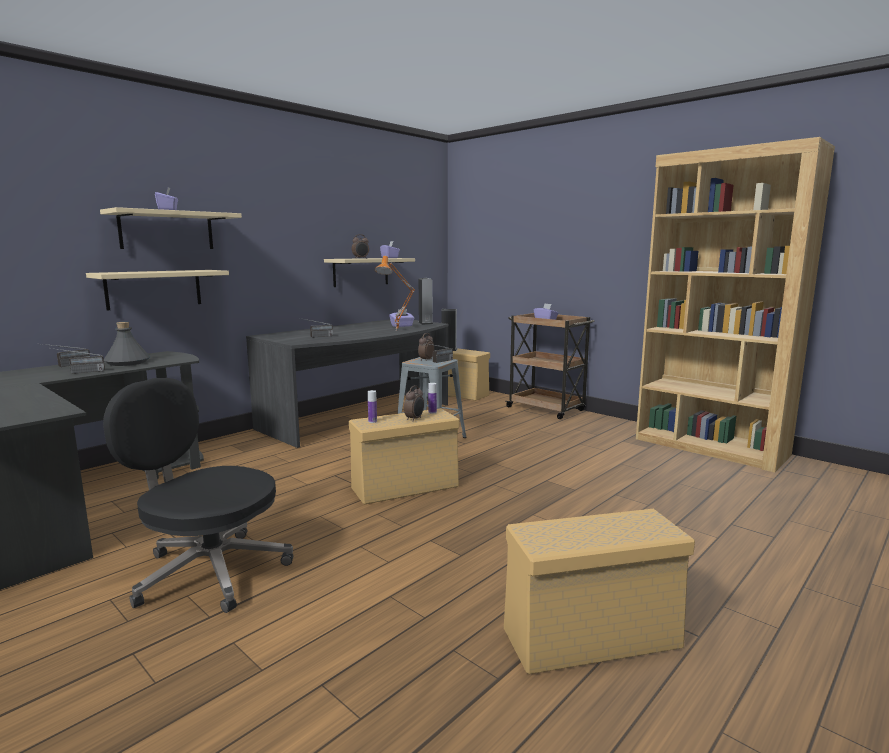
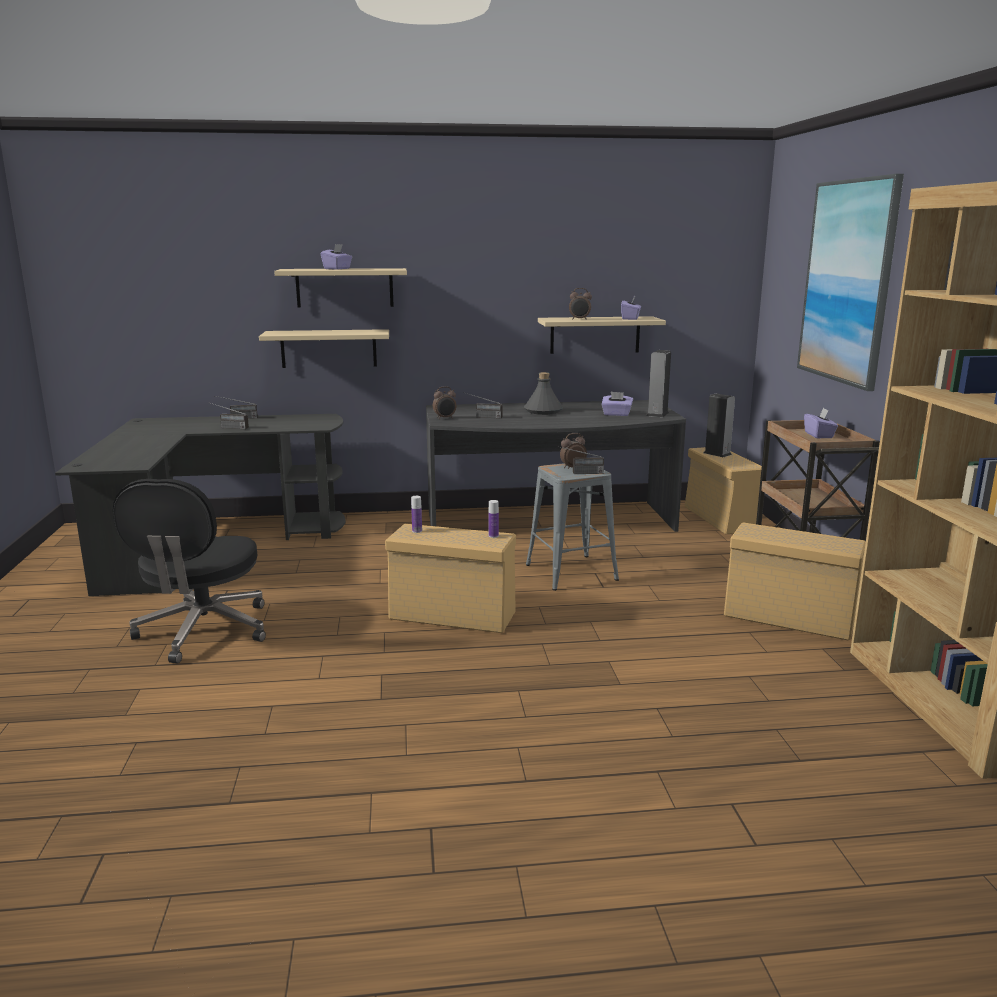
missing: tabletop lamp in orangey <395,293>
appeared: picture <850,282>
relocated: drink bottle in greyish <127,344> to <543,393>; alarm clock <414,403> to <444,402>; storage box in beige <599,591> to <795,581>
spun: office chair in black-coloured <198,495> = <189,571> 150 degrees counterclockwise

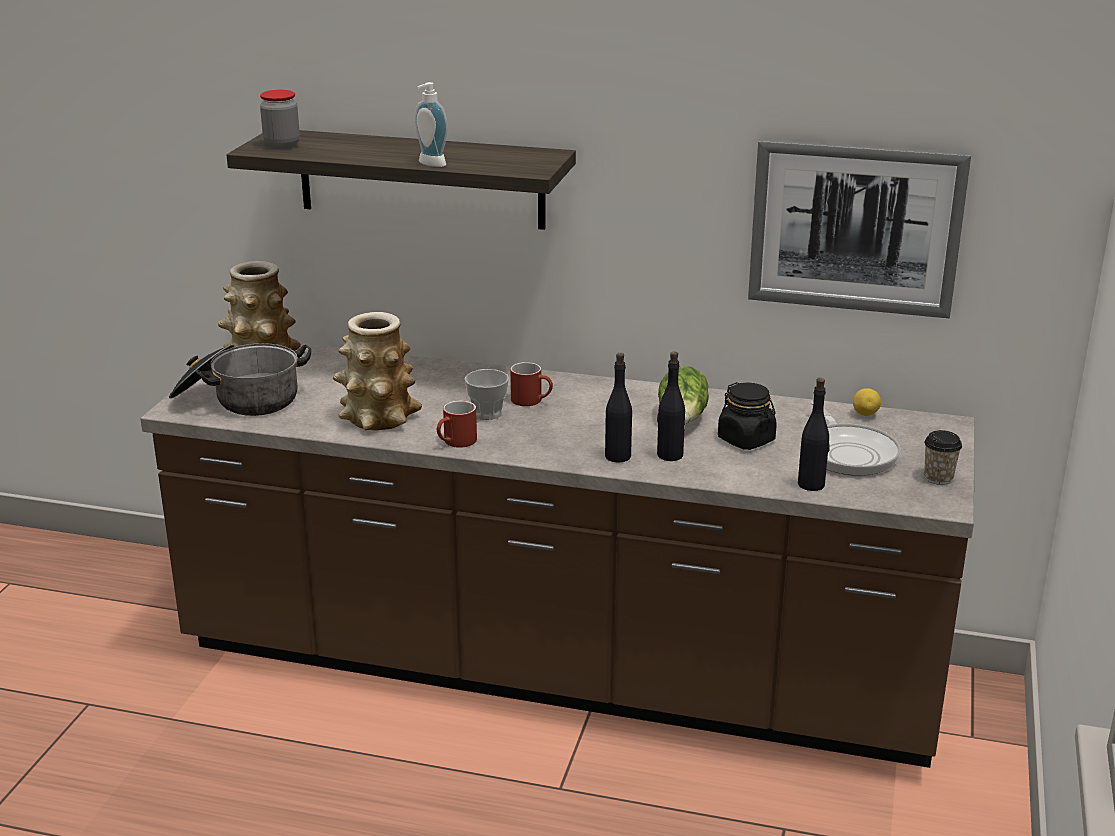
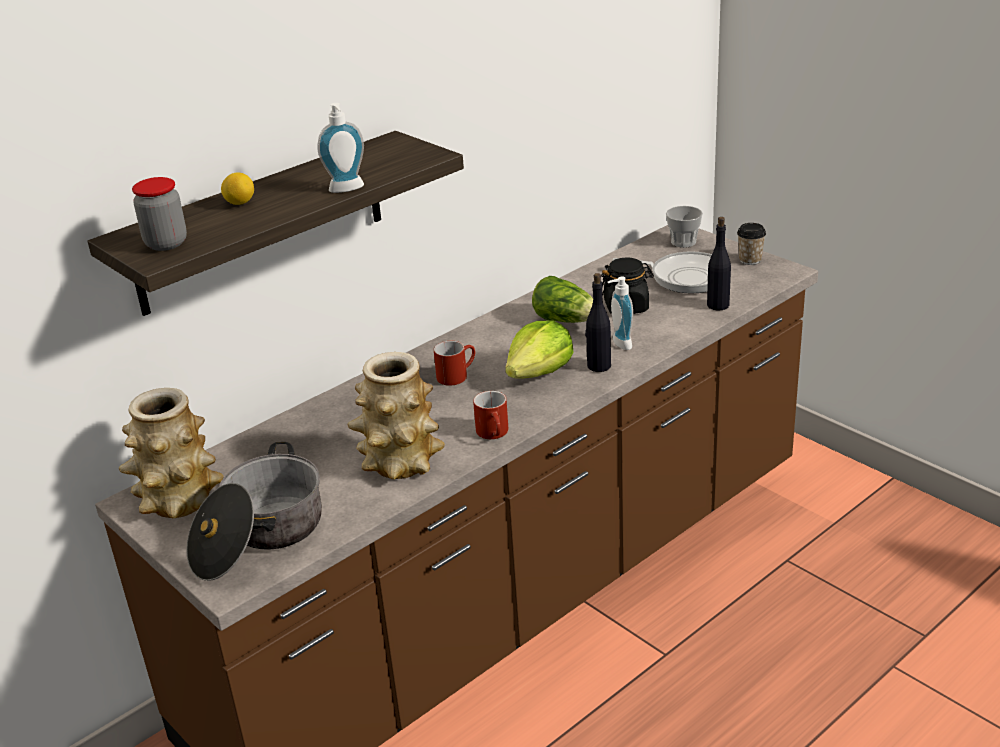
missing: picture <859,228>
appeared: lettuce <539,349>
relocated: drinking cup <487,394> to <684,227>; lemon <867,402> to <237,188>
exchanged: drink bottle in black-coloured <671,406> to soap dispenser <620,313>

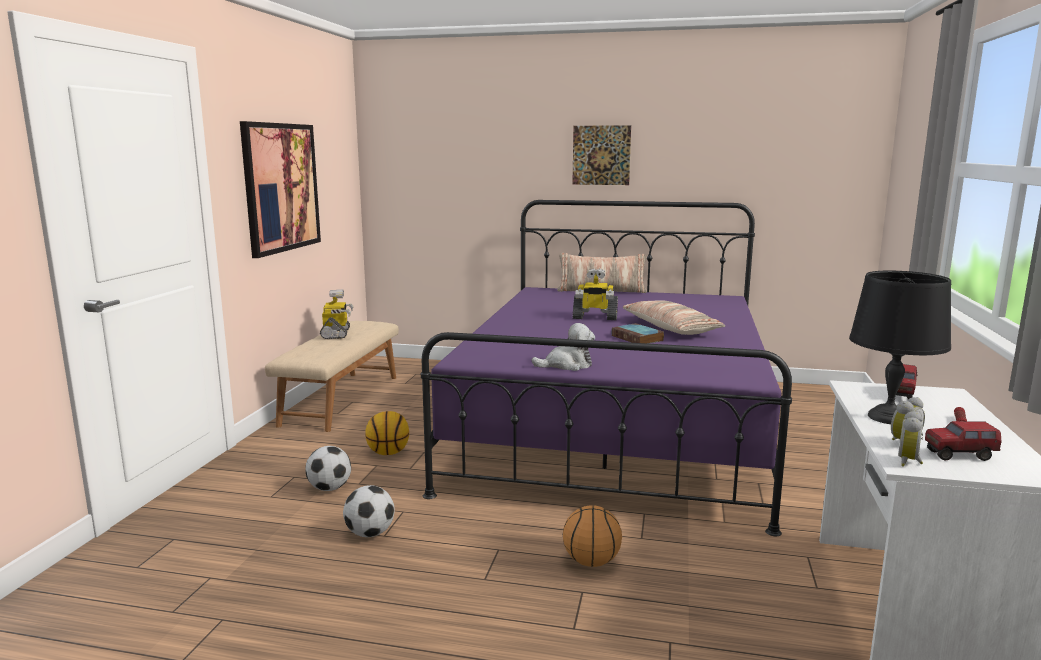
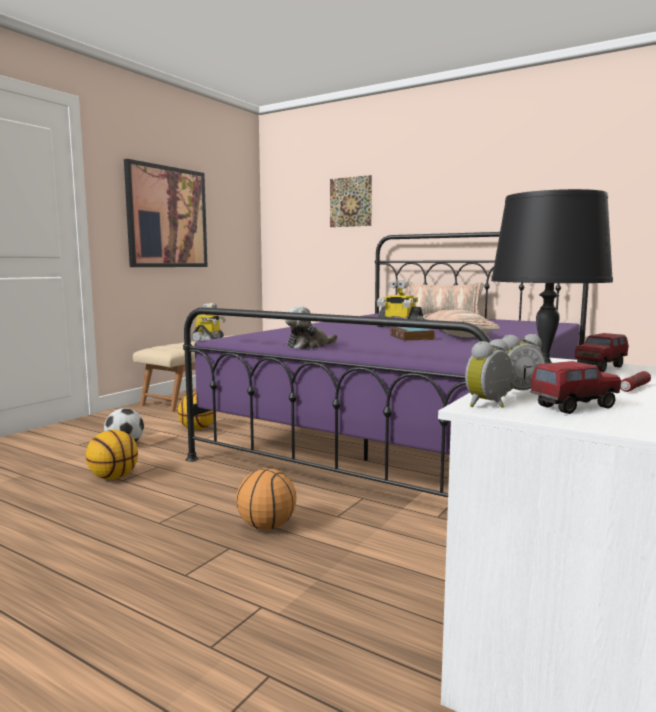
relocated: picture <601,155> to <351,201>
exchanged: football ball <369,511> to basketball <112,454>
spun: cuddly toy <563,347> = <311,327> 135 degrees clockwise; toy lorry <963,441> = <576,387> 135 degrees clockwise

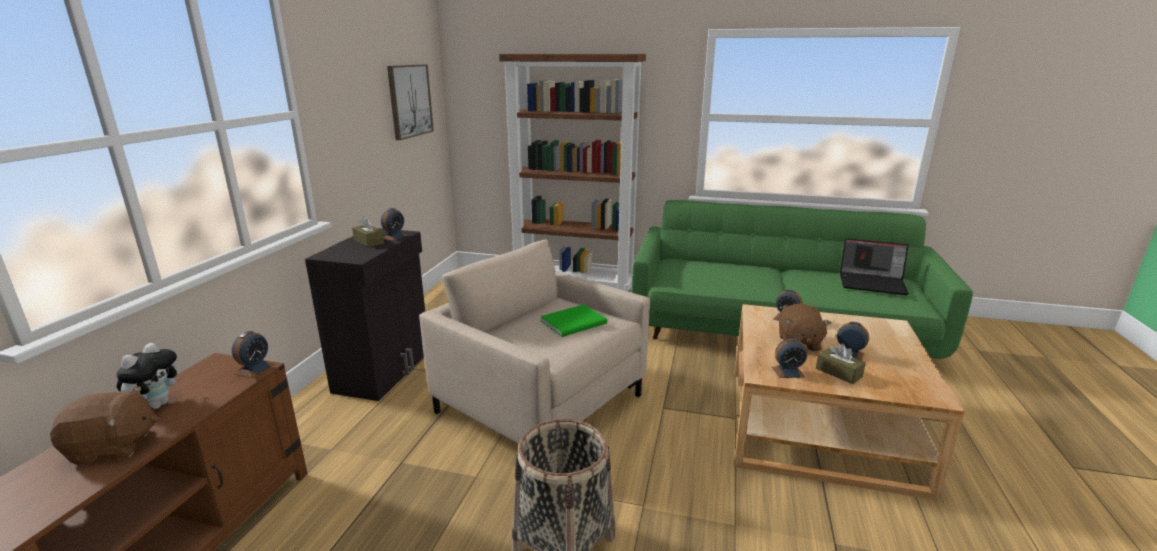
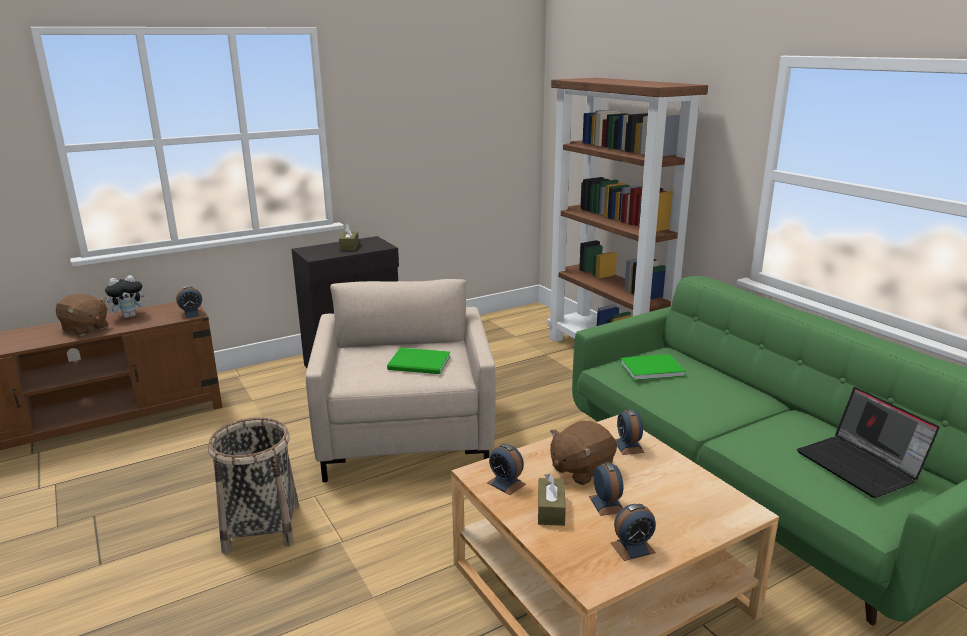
missing: picture <410,102>
appeared: bound book in green-coloured <653,367>
relocated: alarm clock <394,224> to <633,532>

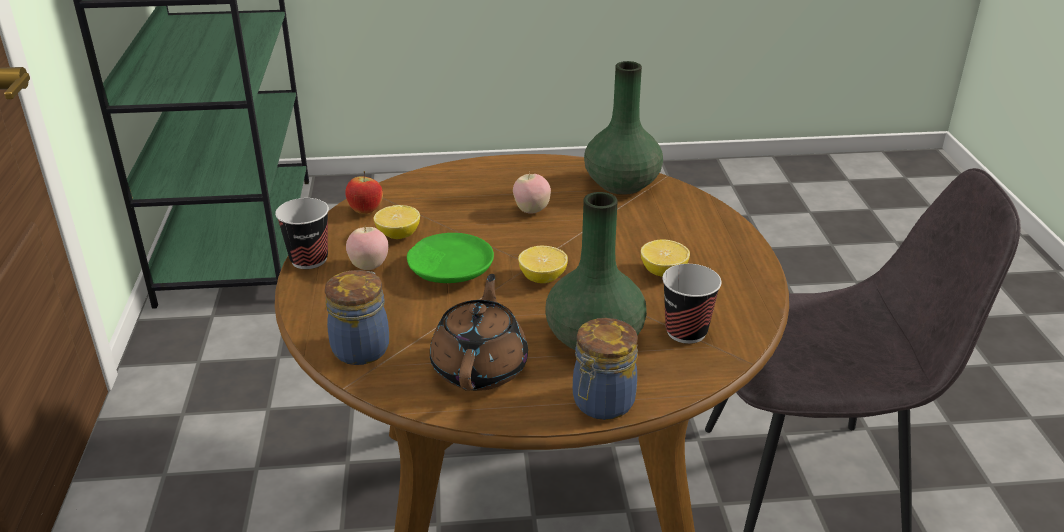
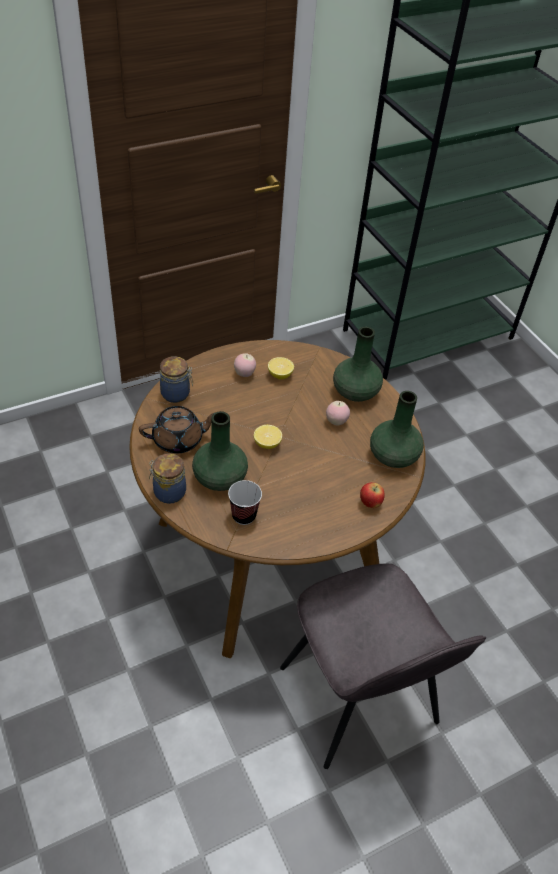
missing: drinking cup <302,233>; dinner plate in green-coloured <450,258>; lemon <665,258>
appeared: decorative vase in green-coloured <358,364>
relocated: apple <364,192> to <372,495>

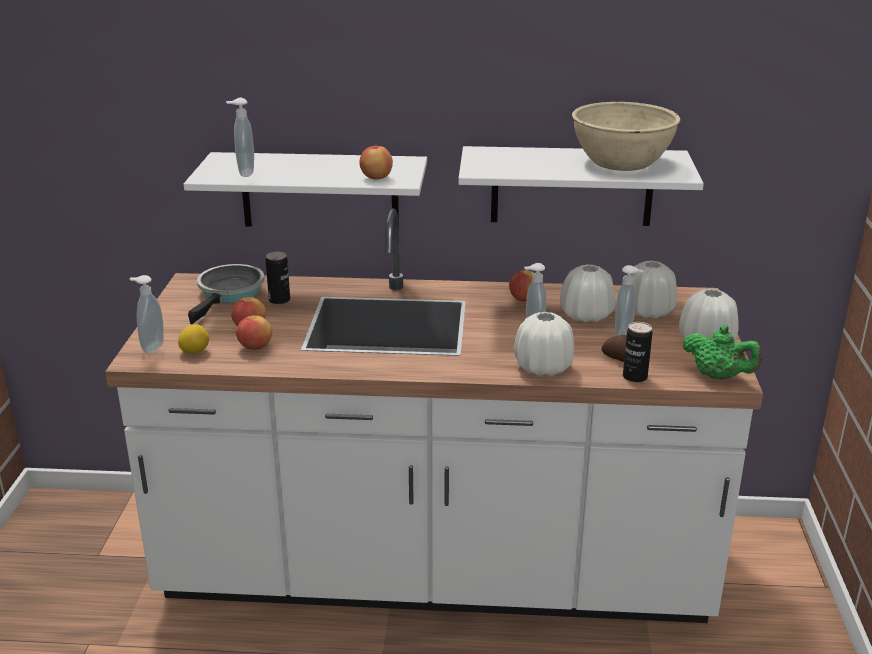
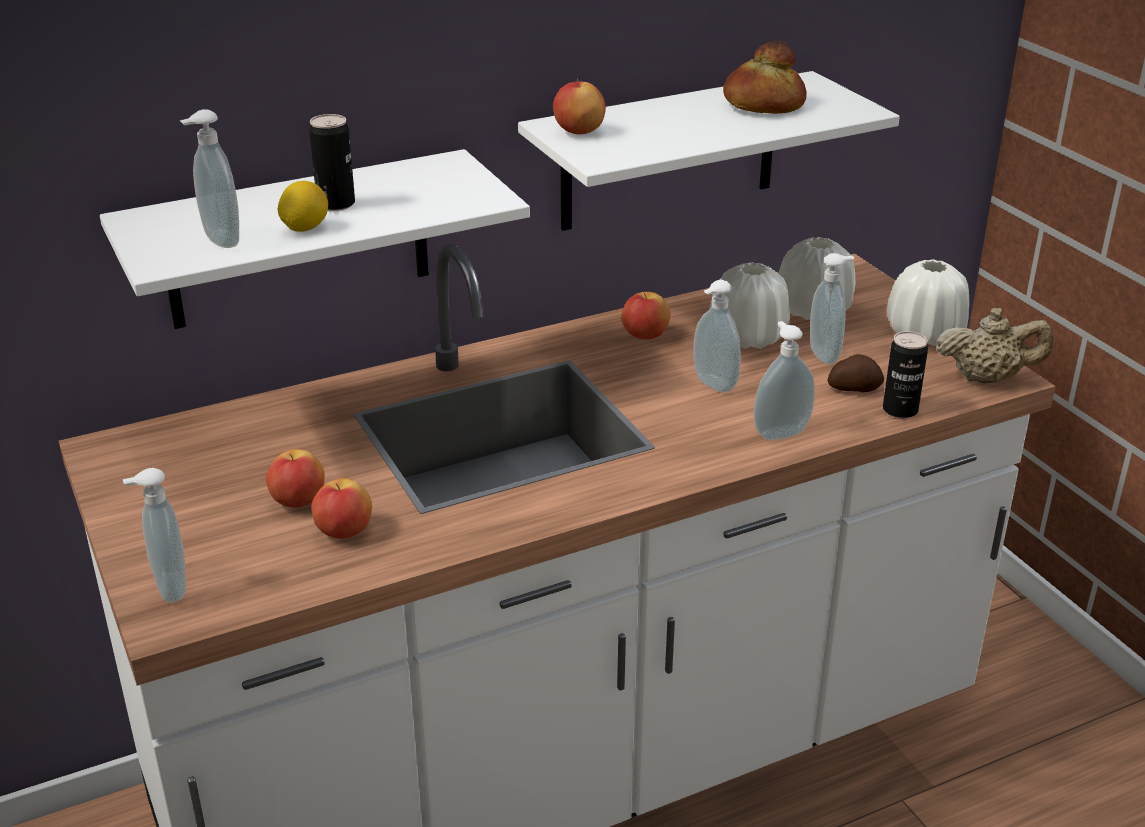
missing: pan <226,294>
relocated: lemon <193,339> to <303,206>; can <278,278> to <332,162>; apple <376,163> to <579,106>
exchanged: decorative vase in white <544,344> to soap dispenser <784,380>; deep dish in beige <626,136> to bread <765,77>
colour: teapot in green-coloured <722,352> to teapot in beige <994,345>

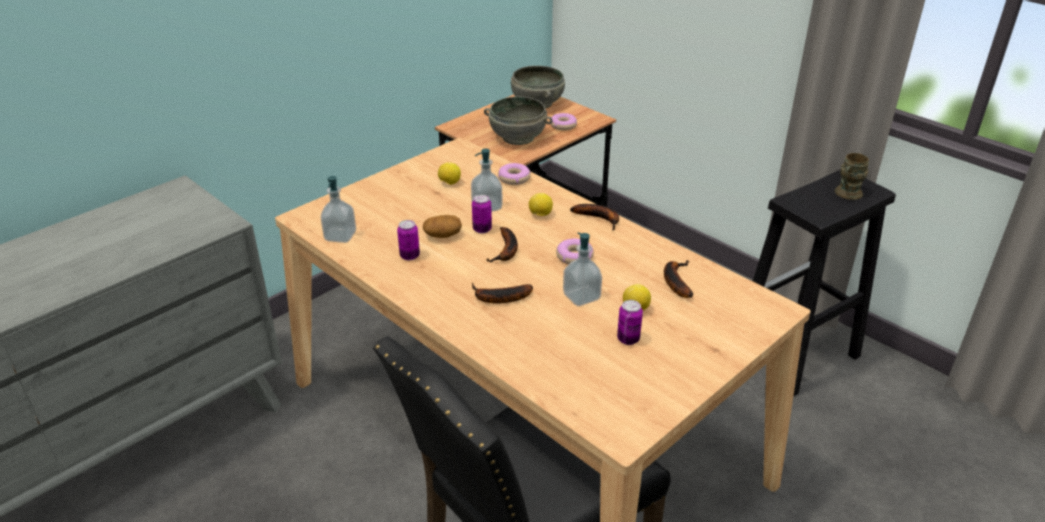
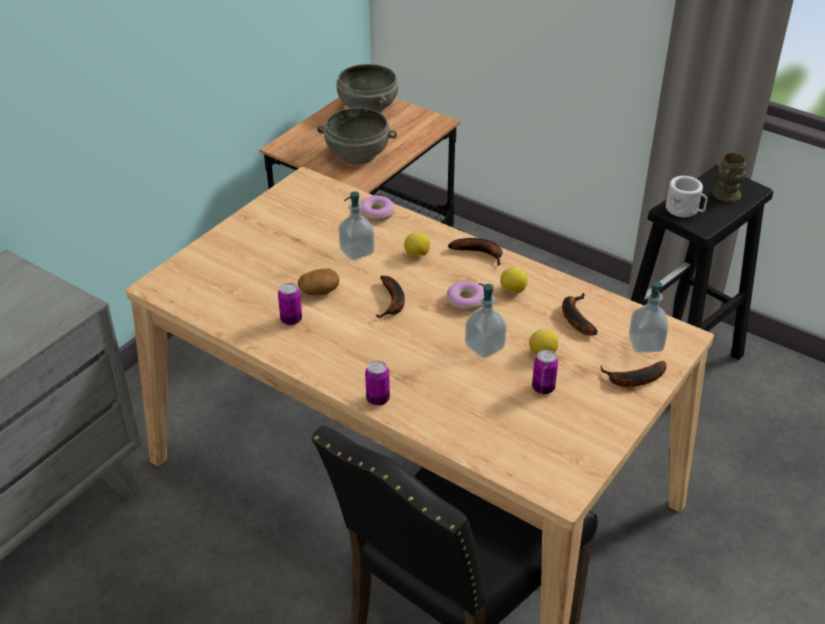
missing: ring doughnut <564,122>
appeared: tea mug in white <687,196>
relocated: soap dispenser <338,209> to <649,316>; lemon <449,173> to <514,280>; can <482,213> to <377,383>; banana fruit <502,293> to <633,374>

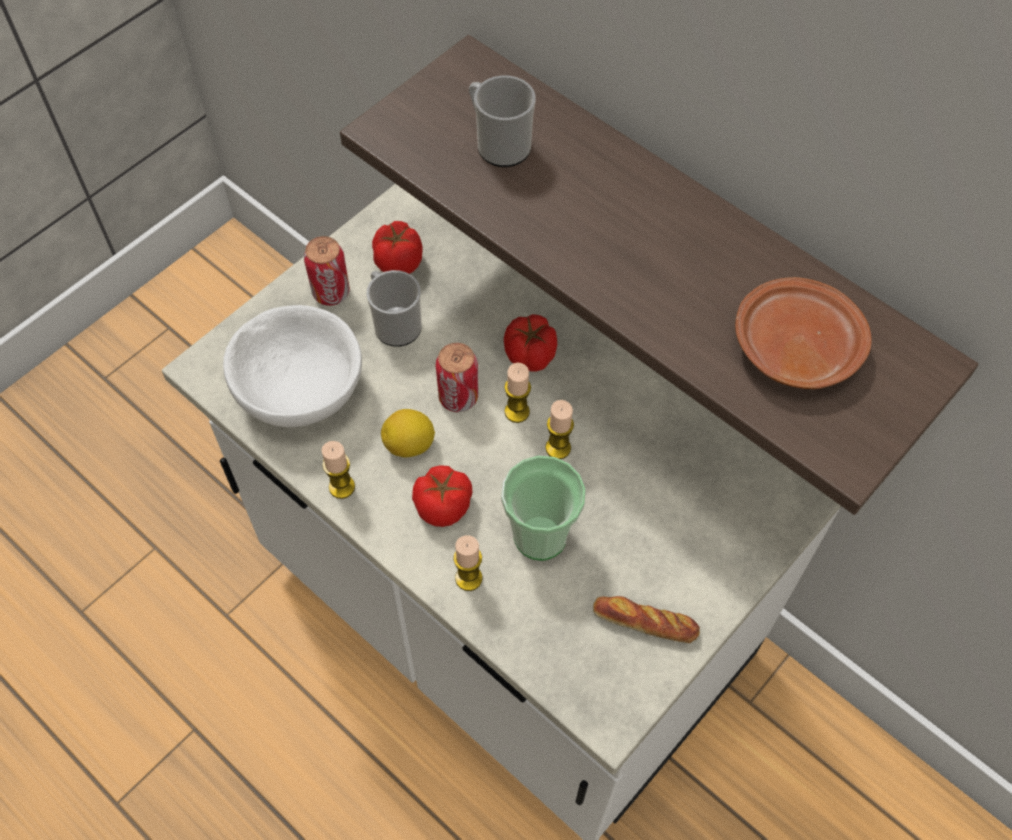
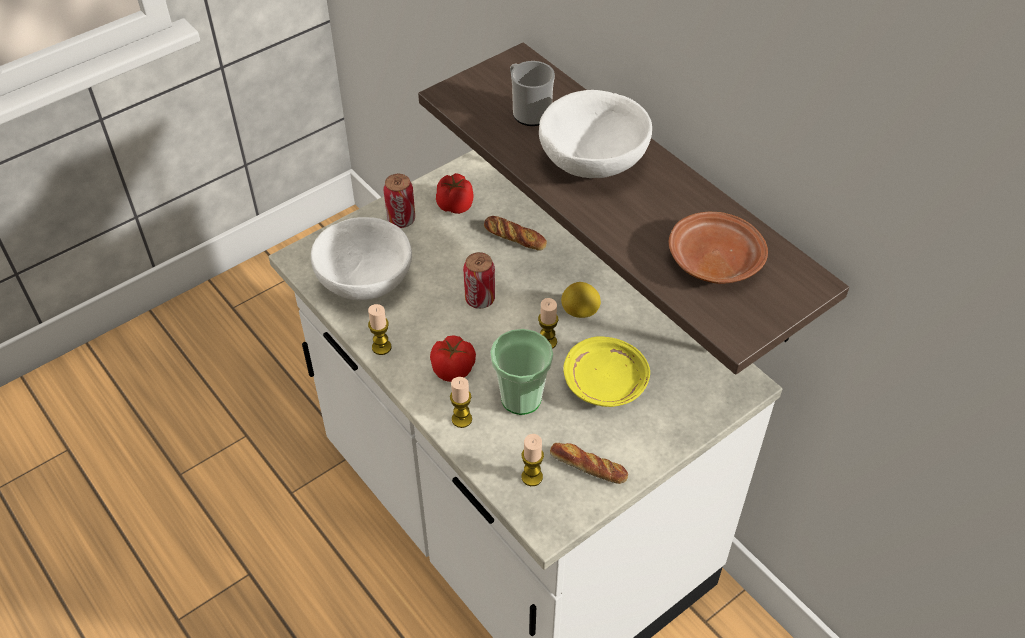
missing: tea mug <394,308>; tomato <530,342>
appeared: bread <515,233>; deep dish in white <595,134>; dinner plate in yellow <606,372>
relocated: lemon <408,433> to <581,300>; candle <517,393> to <532,460>

